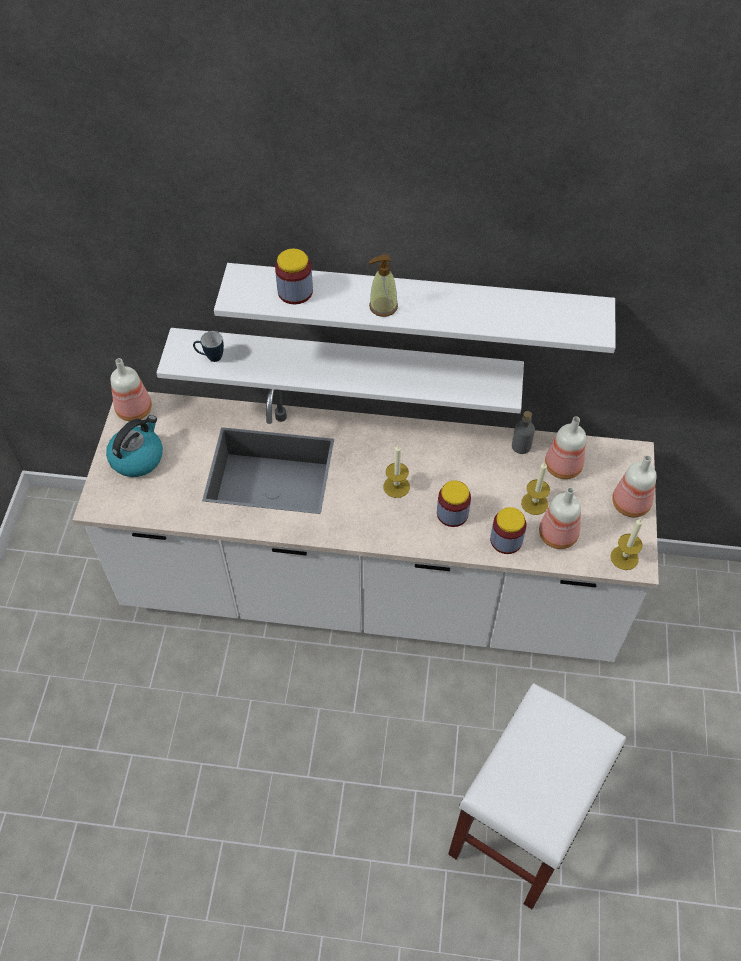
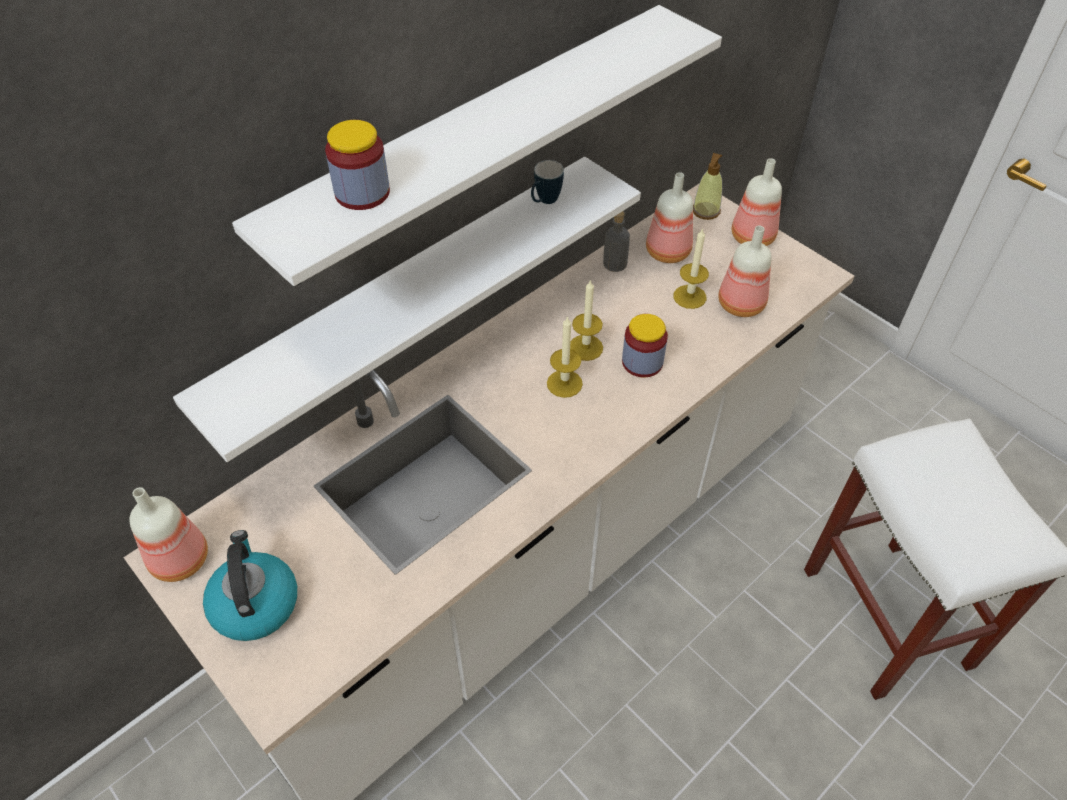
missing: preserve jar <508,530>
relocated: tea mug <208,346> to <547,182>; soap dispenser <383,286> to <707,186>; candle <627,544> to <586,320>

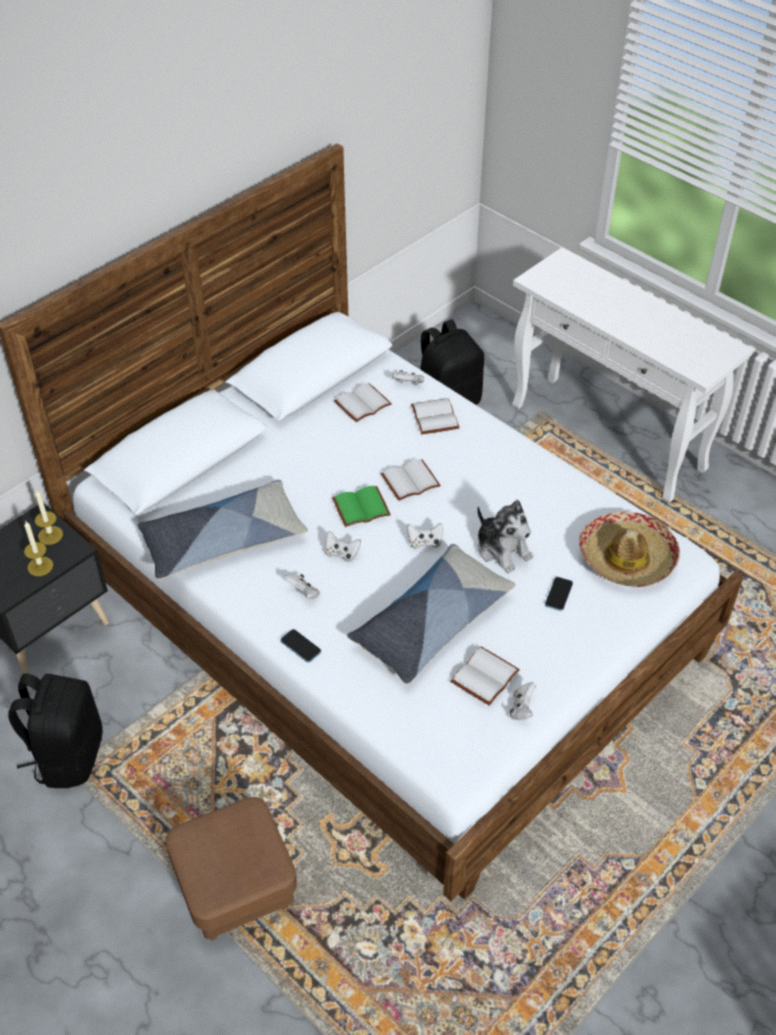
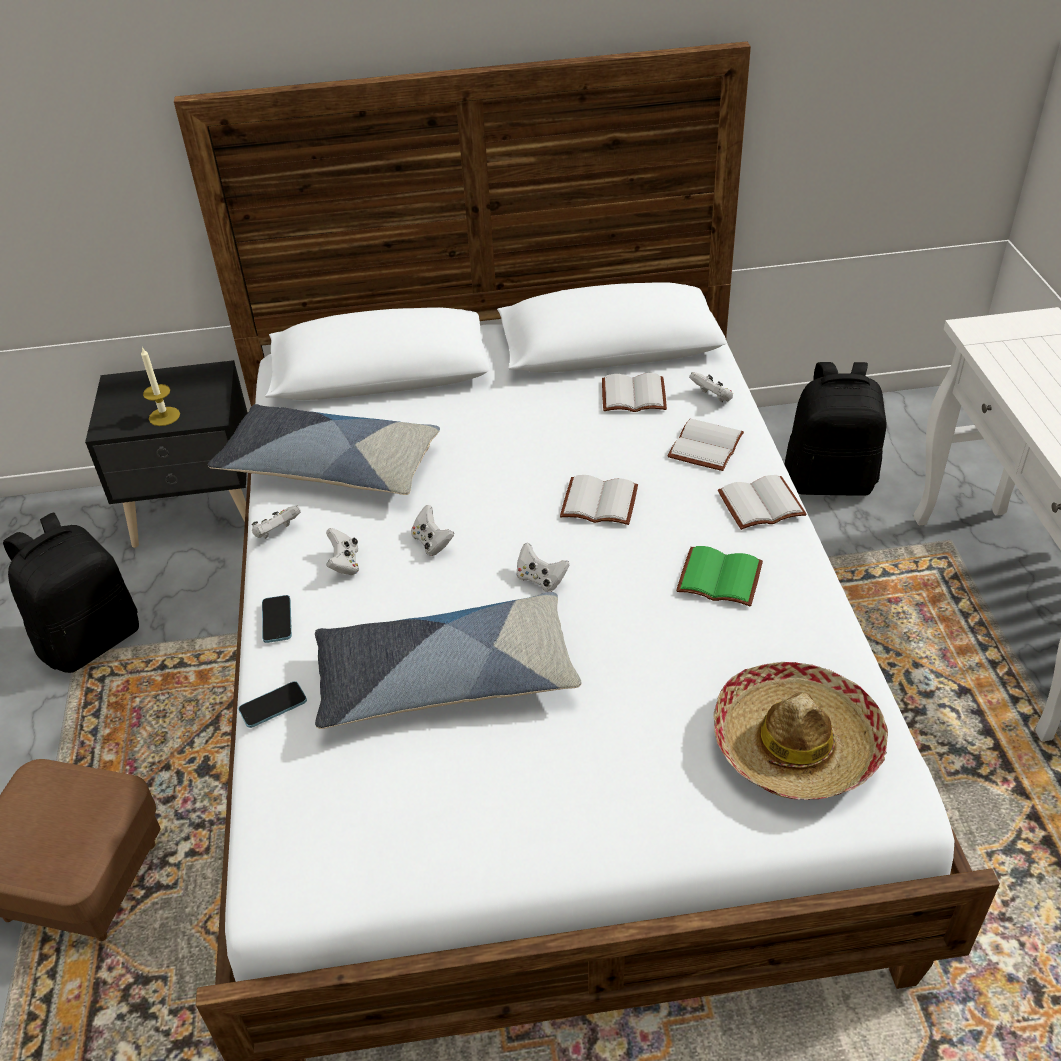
missing: candle <49,517>; cuddly toy <505,536>
relocated: bound book in green-coloured <361,506> to <719,576>; bound book in white <485,676> to <762,502>; game controller in white <523,701> to <276,522>; telephone <559,594> to <272,704>

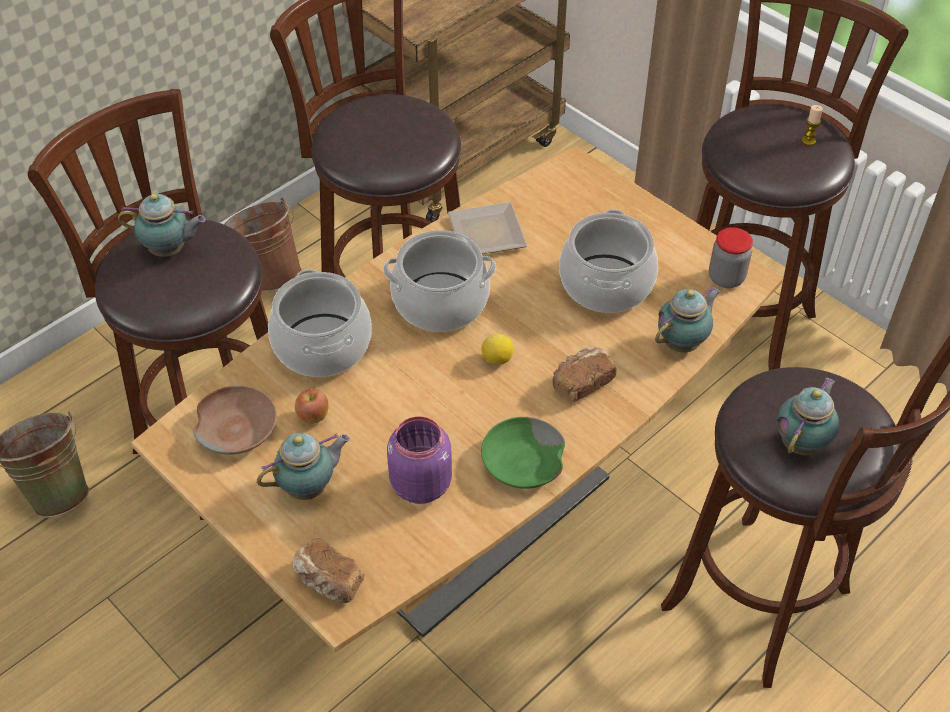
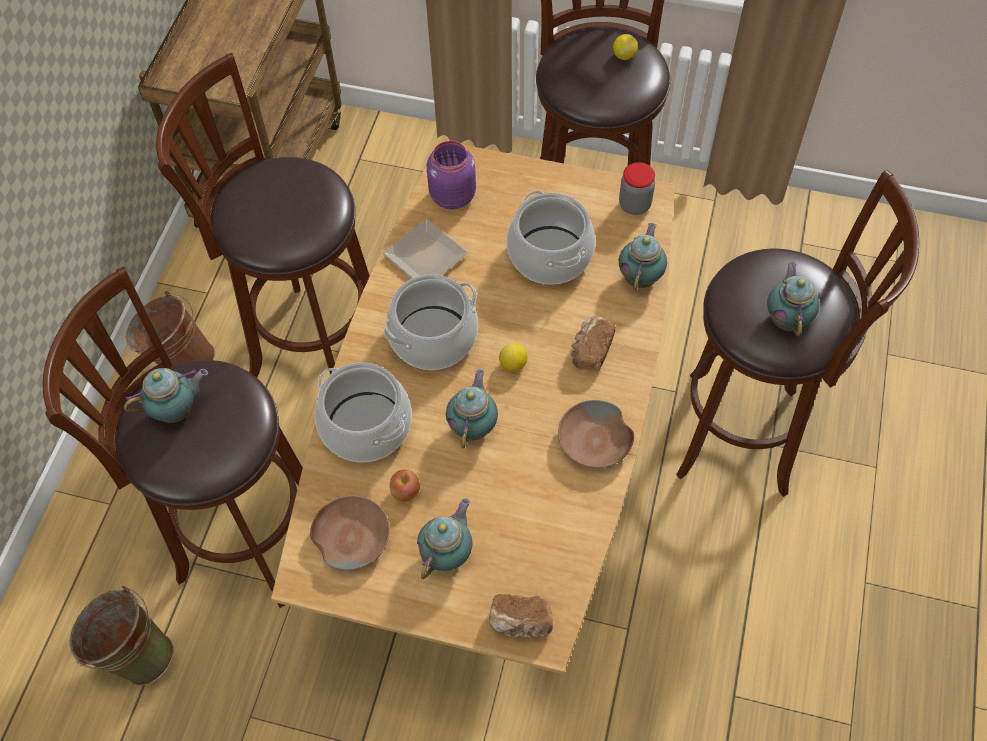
appeared: teapot <472,409>
relocated: preserve jar in purple-coloured <419,460> to <451,175>
exchanged: candle <812,125> to lemon <625,47>
colour: deep dish in green-coloured <523,453> to deep dish in brownish <596,434>

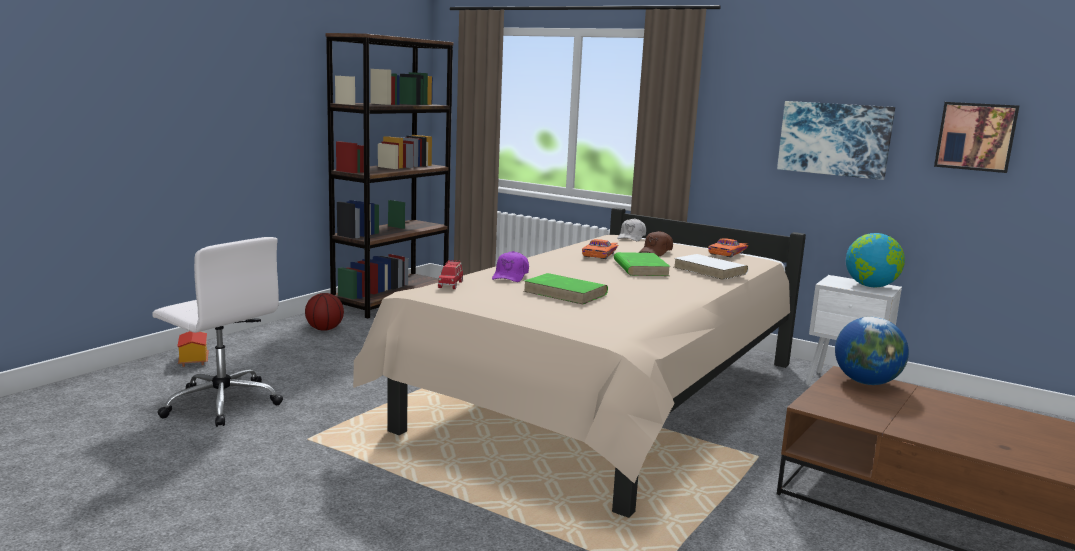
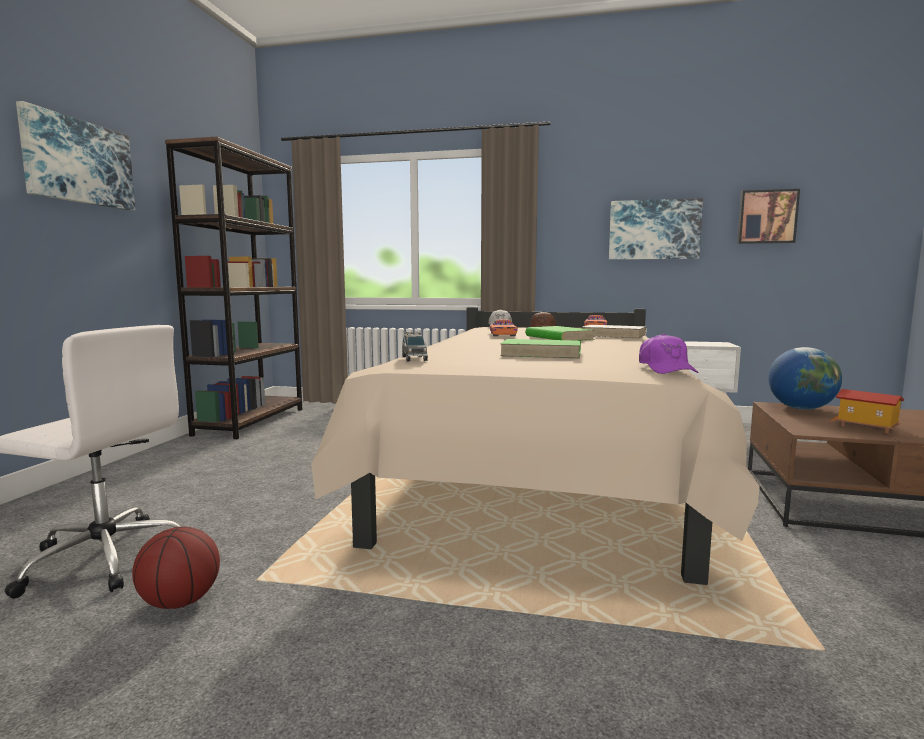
missing: desk globe <875,260>
appeared: picture <75,155>
relocated: miniature house <193,349> to <867,411>; basketball <324,312> to <176,568>; baseball cap in purple-coloured <510,266> to <668,354>
colour: model car in red-coloured <450,274> to model car in greyish <415,346>

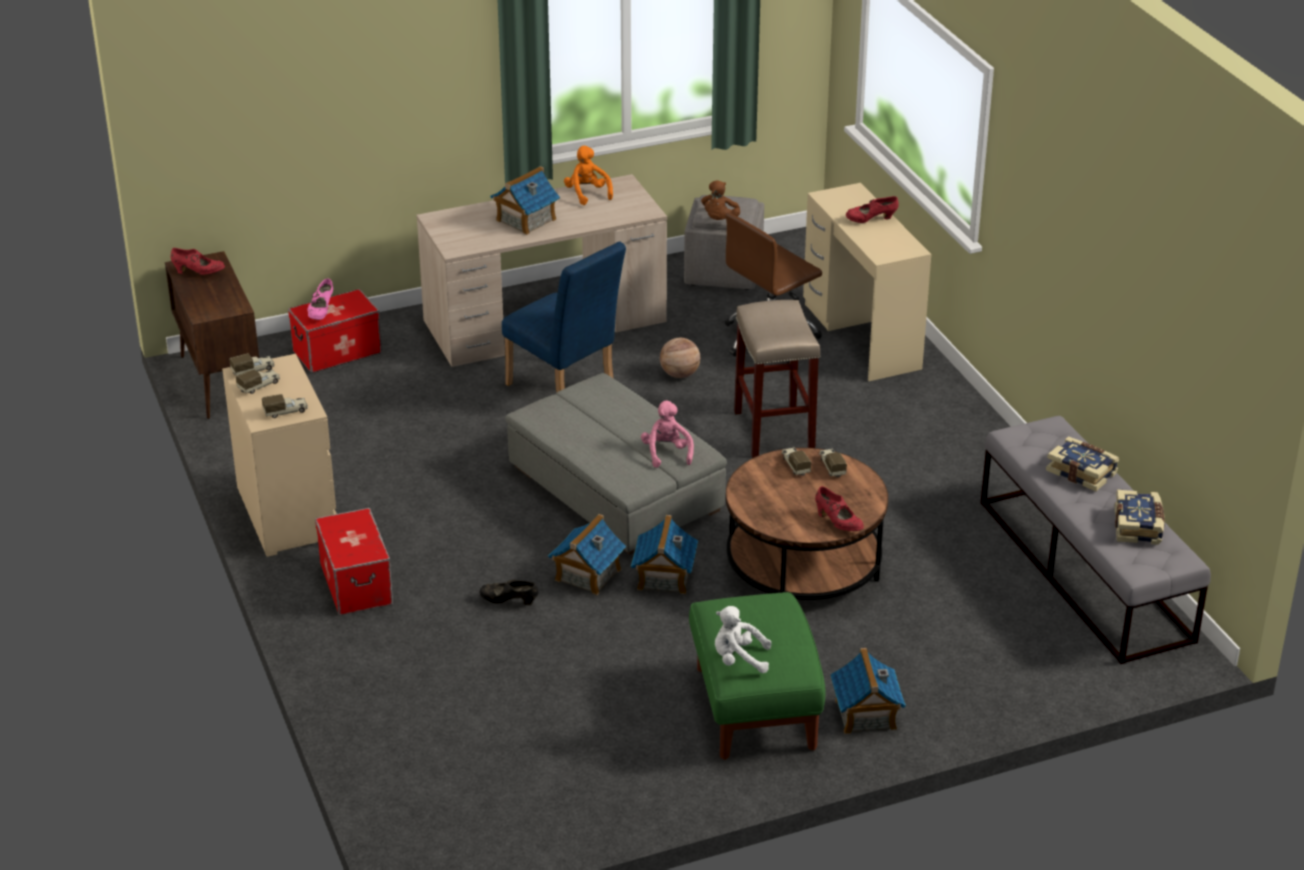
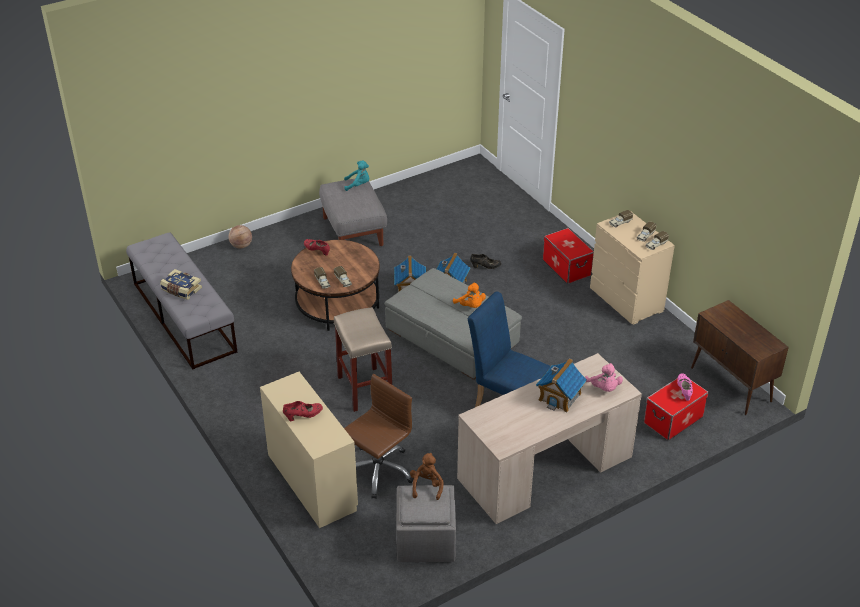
missing: shoe in red-coloured <198,261>; miniature house <868,691>; bound book <1140,517>
relocated: cuddly toy in orangey <588,175> to <469,295>; cuddly toy in pinkish <667,434> to <604,377>; basketball <680,358> to <240,237>
colour: ottoman in green-coloured <757,676> to ottoman in greyish <353,212>; cuddly toy in white <743,639> to cuddly toy in turquoise <356,176>

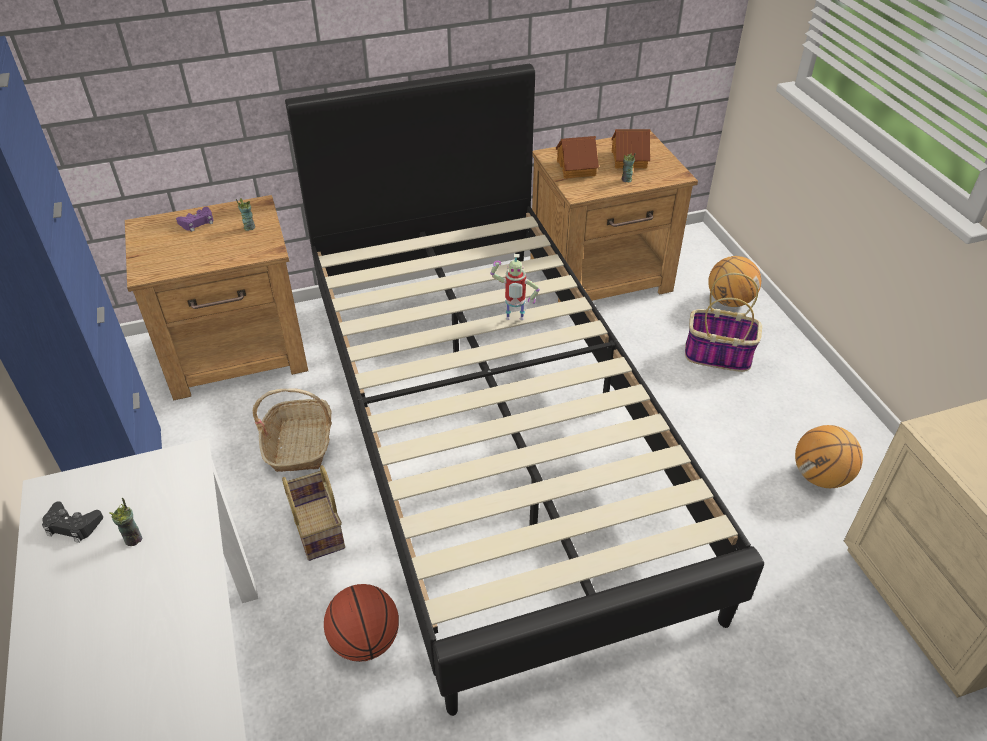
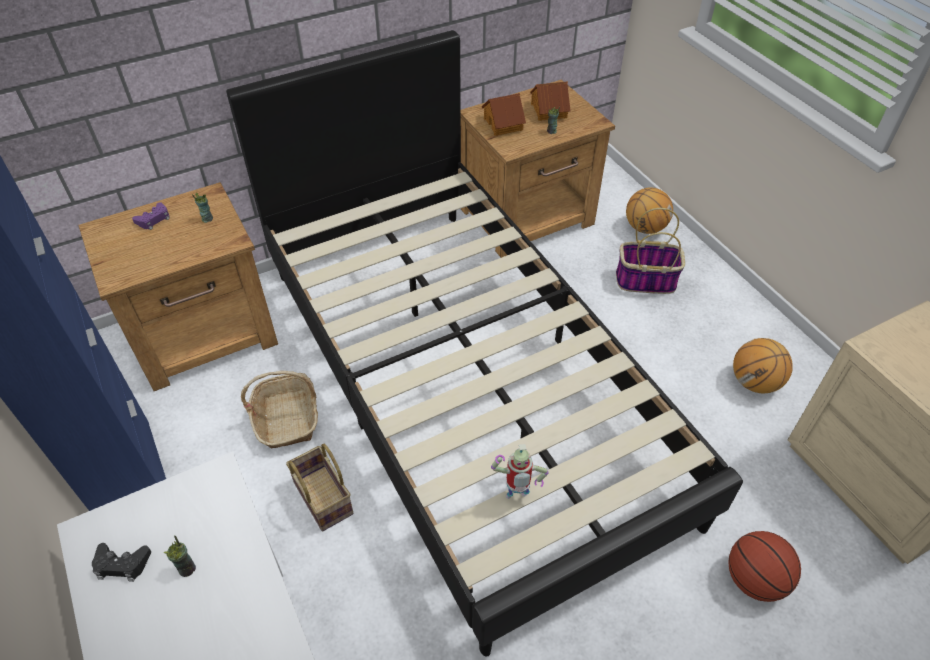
relocated: basketball <361,623> to <764,566>; toy robot <515,287> to <520,471>

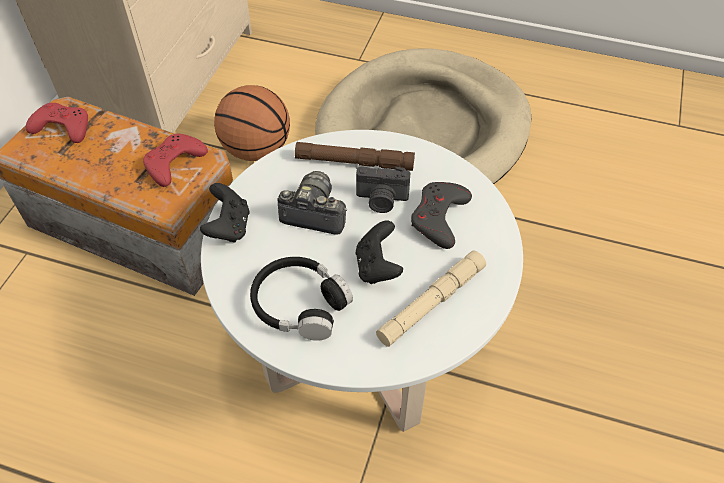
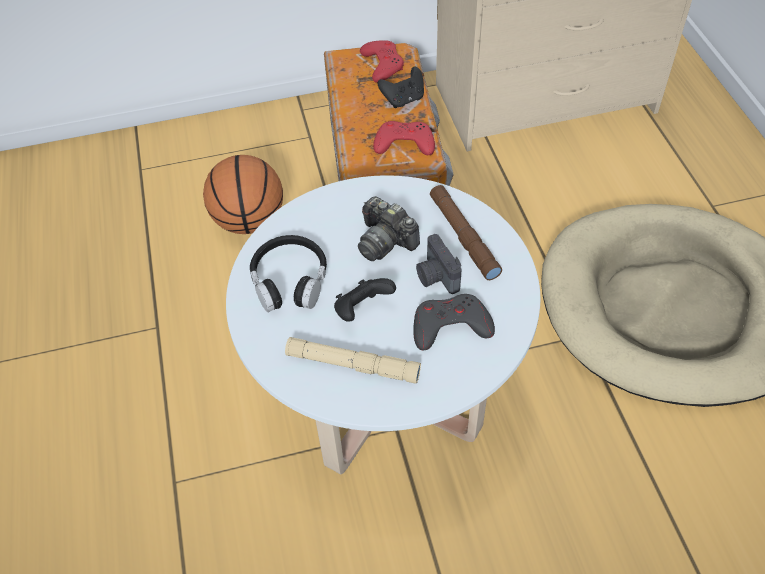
relocated: game controller in black-coloured <224,213> to <401,87>; basketball <252,123> to <243,194>
spun: photo camera <312,202> = <389,228> 150 degrees clockwise

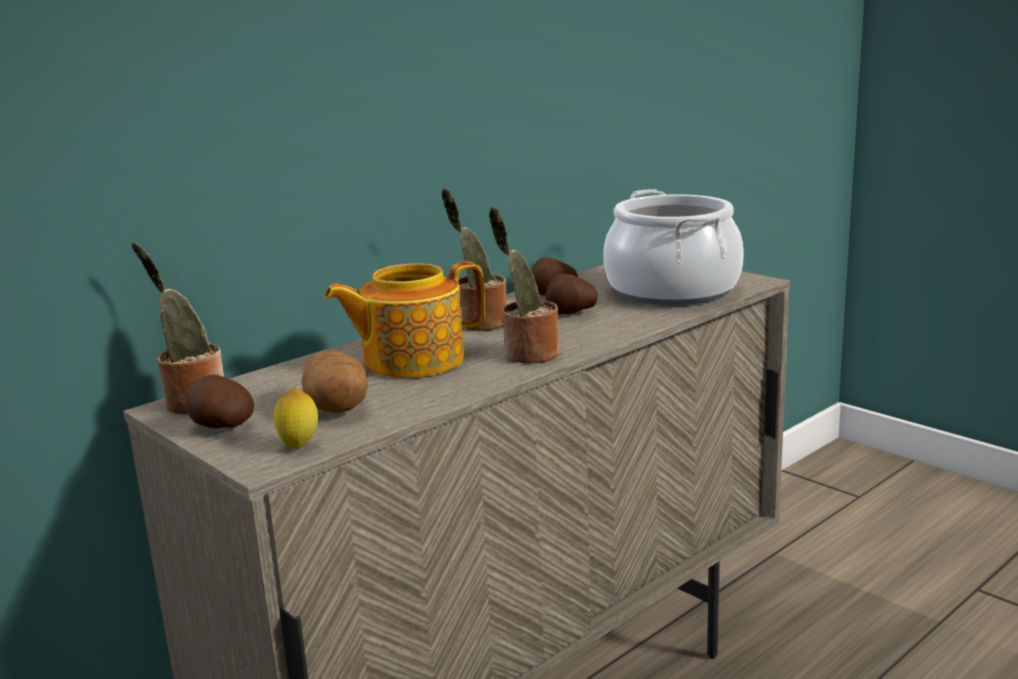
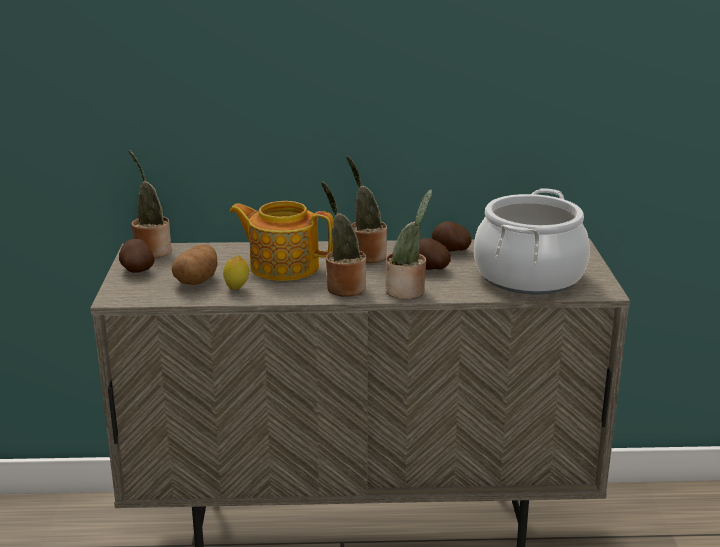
appeared: plant in a pot <409,244>
relocated: lemon <295,418> to <236,272>

